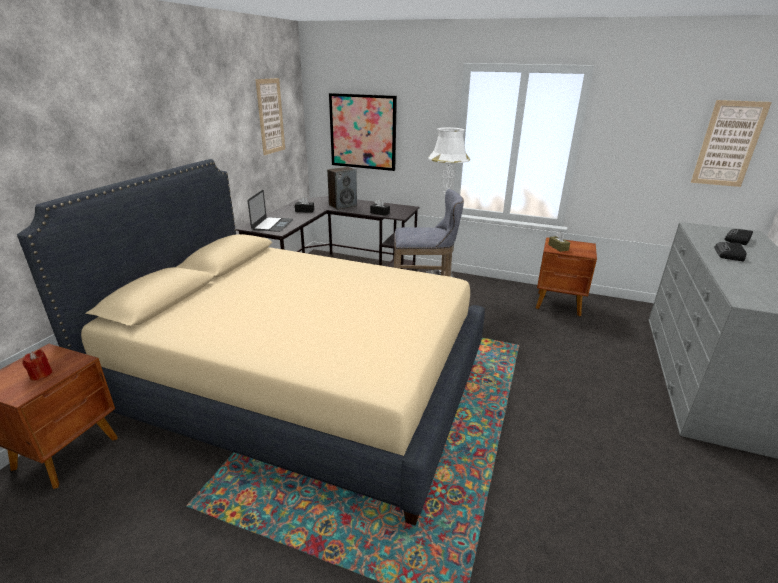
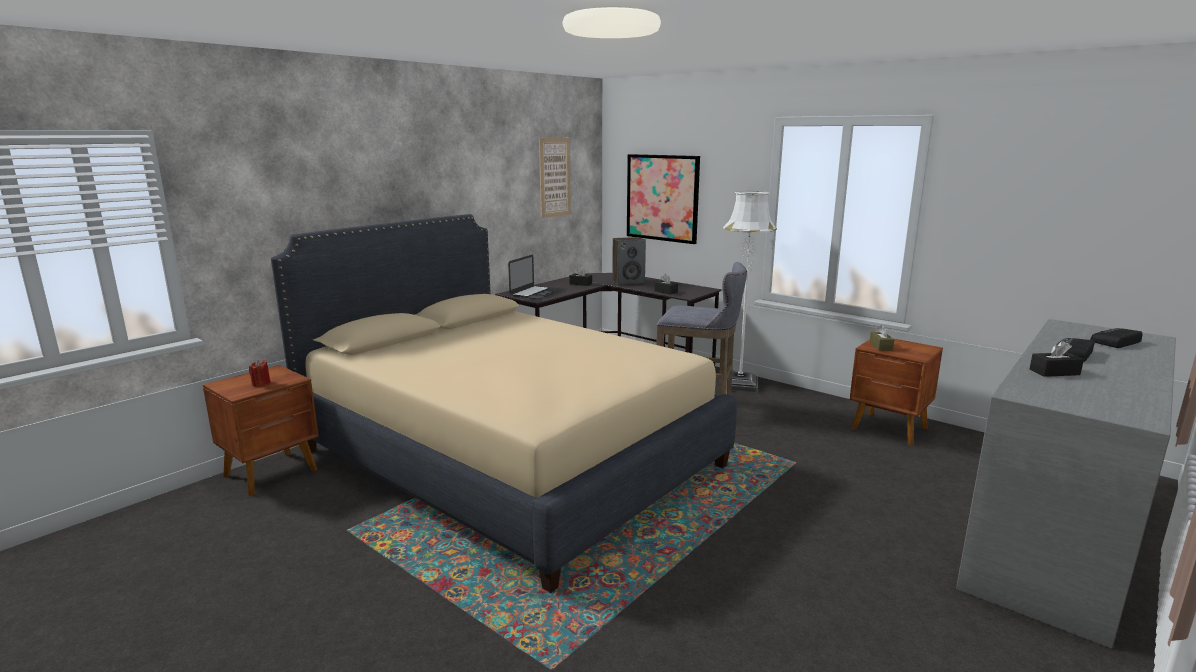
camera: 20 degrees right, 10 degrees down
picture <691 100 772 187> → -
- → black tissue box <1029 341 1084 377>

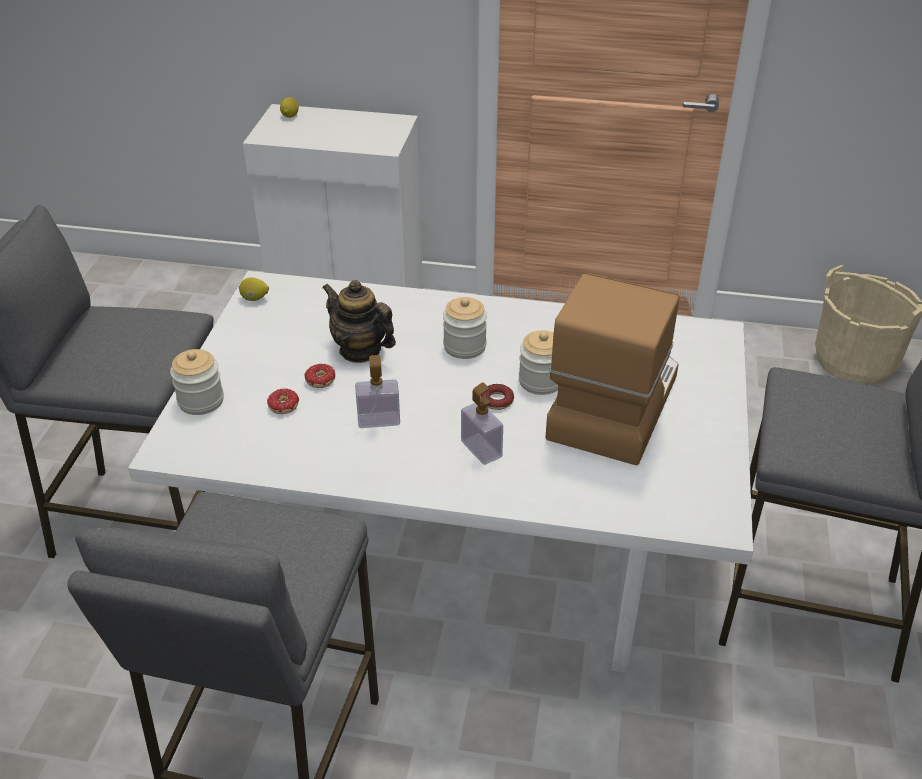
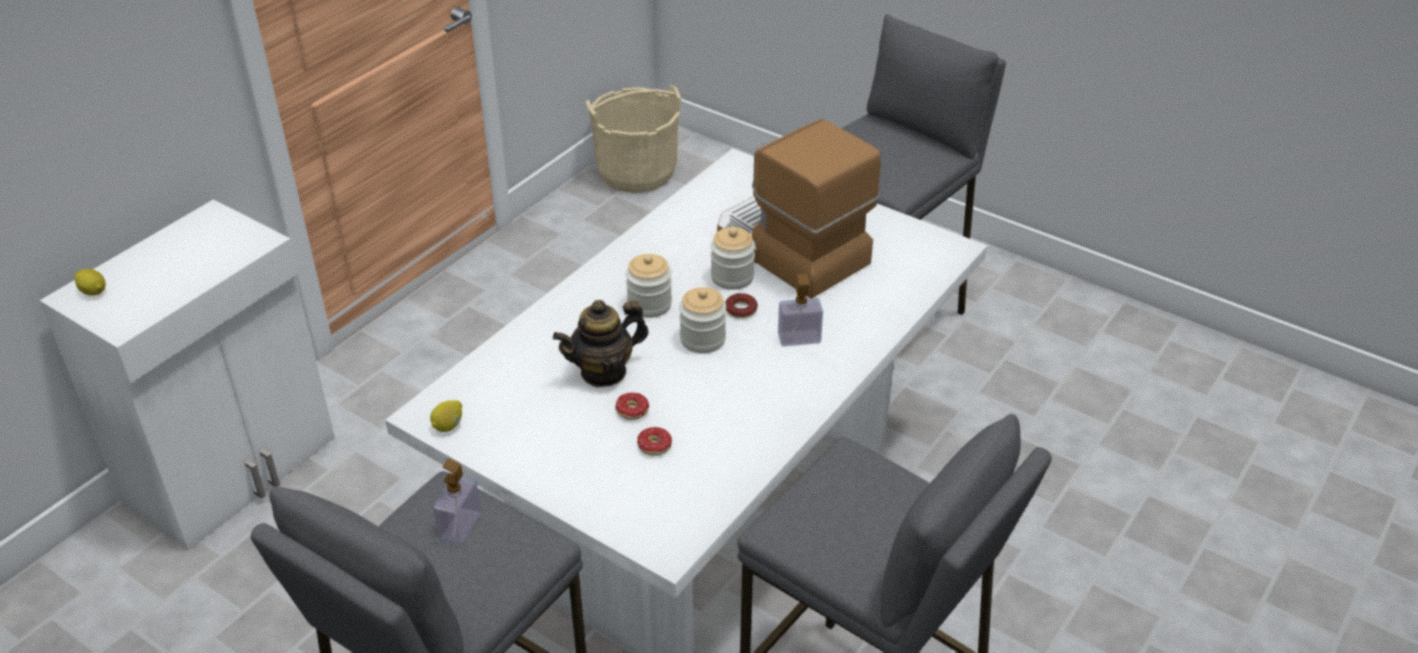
camera: 65 degrees left, 0 degrees up
jar <170 349 224 415> → jar <679 287 726 353>, relocated
soap dispenser <355 355 400 428> → soap dispenser <433 458 482 546>, relocated

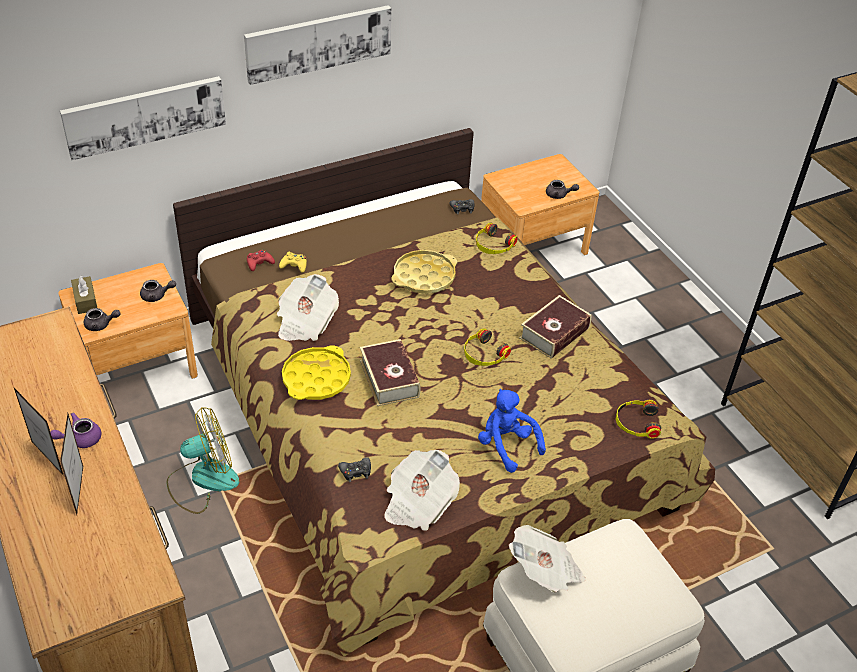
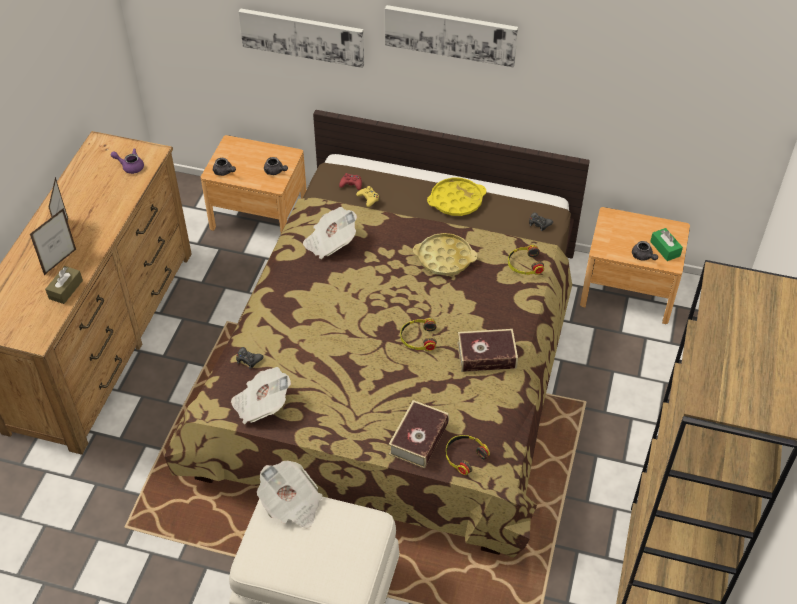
camera: 45 degrees right, 5 degrees up
purple teapot <50 412 102 448> → purple teapot <111 148 144 174>, relocated
brown tissue box <71 275 97 314> → brown tissue box <45 266 83 304>, relocated
fan <166 407 239 514> → -
yellow tray <282 345 351 400> → yellow tray <427 177 486 216>, relocated
book <360 339 421 406> → book <389 400 449 469>, relocated
blue plush toy <478 389 546 473> → -
- → green tissue box <650 228 683 261>

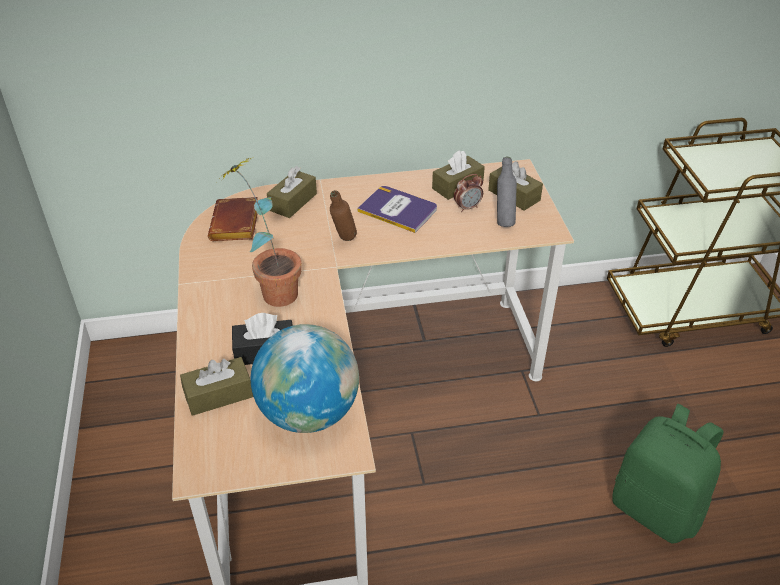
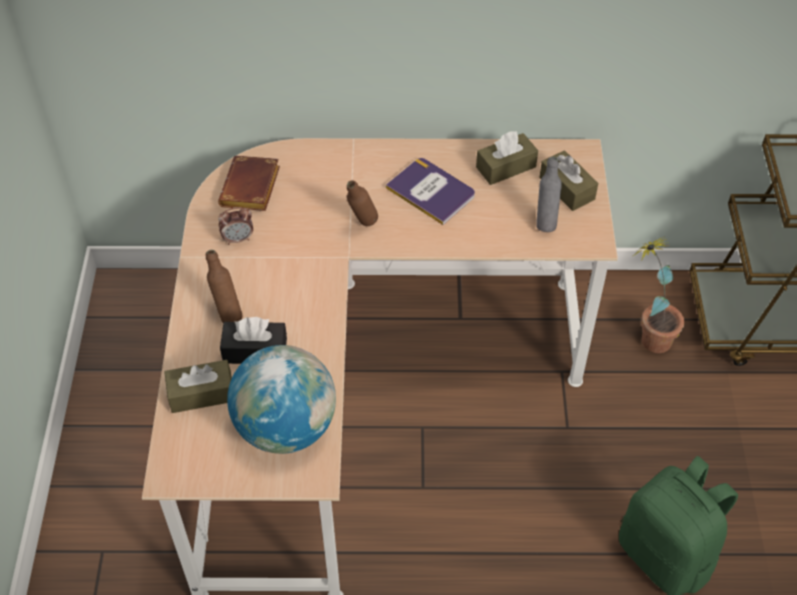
camera: 10 degrees right, 10 degrees up
potted plant <220 157 302 307> → potted plant <633 237 685 353>, relocated
brown tissue box <267 166 317 218> → -
alarm clock <454 174 483 212> → alarm clock <218 207 253 245>, relocated
- → brown bottle <206 250 242 323>

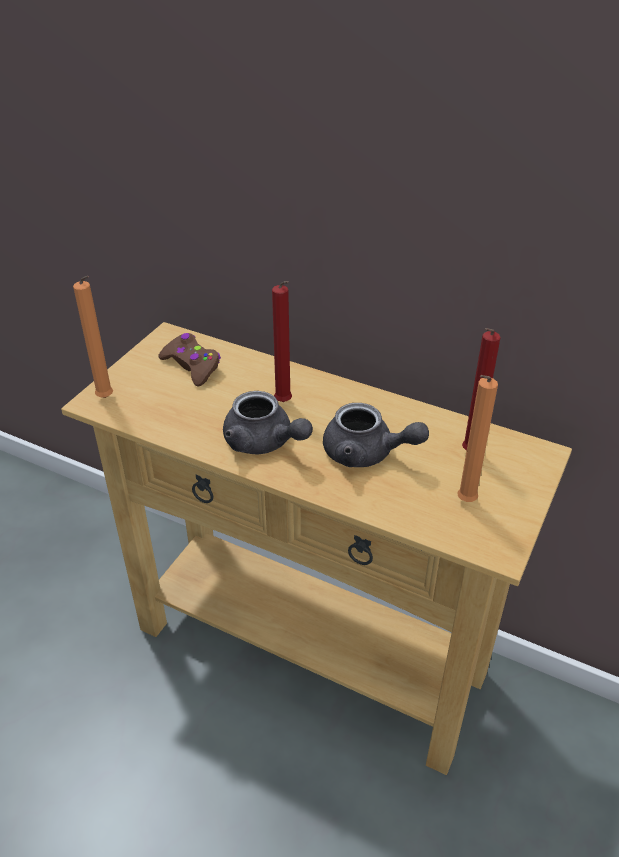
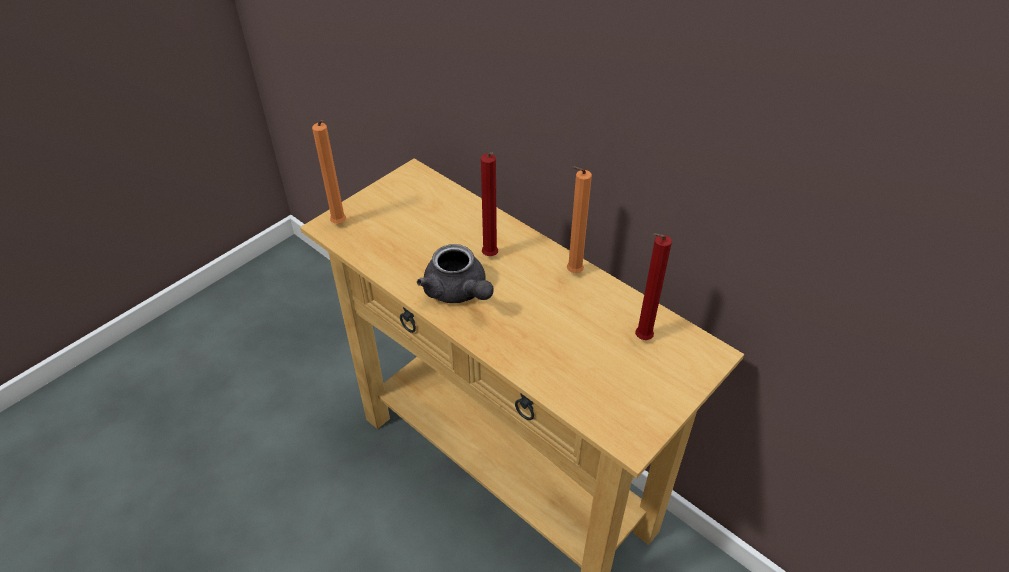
camera: 15 degrees right, 5 degrees up
brown game controller <158 333 221 386> → -
grey teapot <323 403 429 467> → -
orange candle <457 375 498 502> → orange candle <567 166 592 273>, relocated

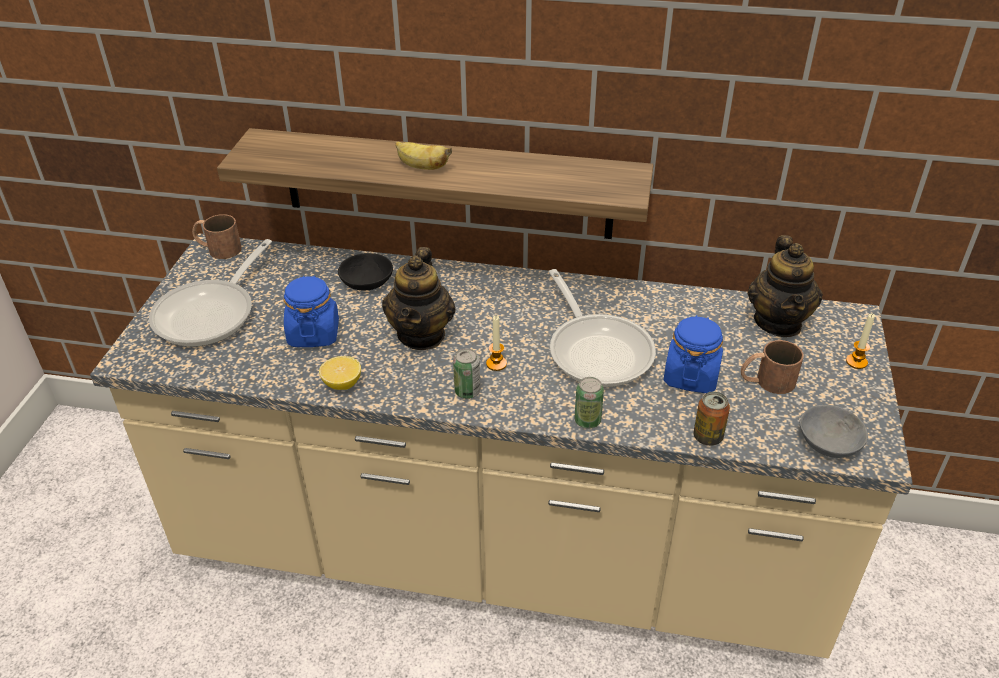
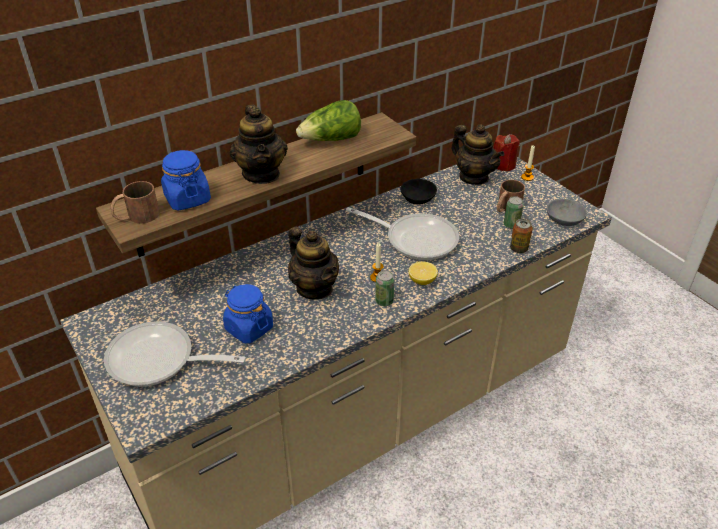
camera: 45 degrees left, 0 degrees up
frying pan <149 239 272 347> → frying pan <104 321 246 387>, 120 degrees clockwise
brown mug <192 214 242 259> → brown mug <110 181 159 224>, relocated
lemon <319 356 361 390> → lemon <409 261 438 285>, relocated
black bowl <338 253 393 290> → black bowl <400 179 437 204>, relocated
banana <395 141 452 170> → teapot <230 105 288 184>
can <575 377 604 429> → can <504 196 524 229>, relocated
blue jar <664 315 723 393> → blue jar <161 150 211 211>, relocated
- → lettuce <296 100 361 141>
- → red candle <494 134 520 172>

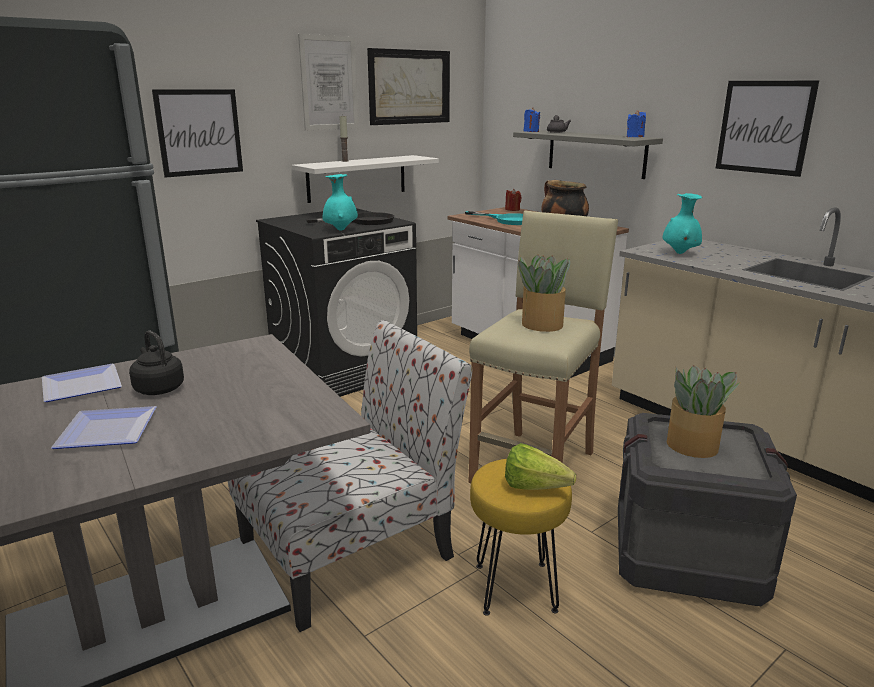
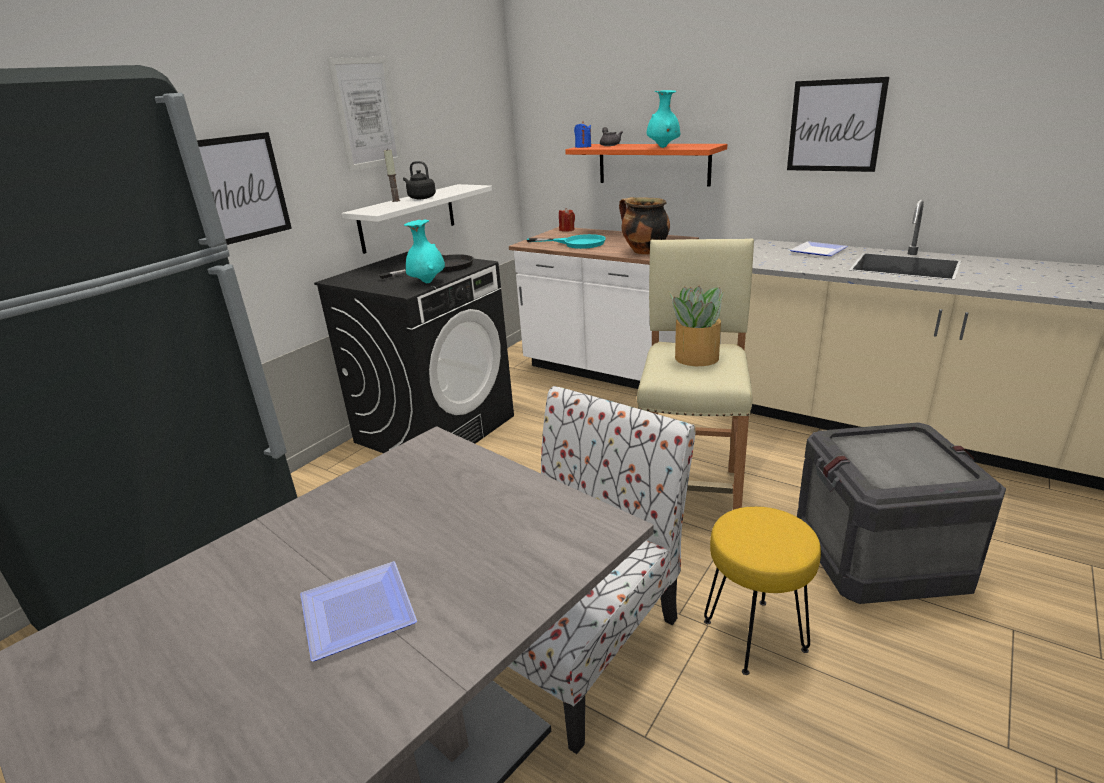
camera: 15 degrees left, 5 degrees up
plate <42 364 122 402> → plate <790 241 848 256>, relocated
black kettle <129 330 184 395> → black kettle <403 161 436 199>, relocated
picture <367 48 450 125> → -
lettuce <505 443 576 490> → -
grey shelf <513 130 663 179> → orange shelf <565 144 727 186>
blue candle <627 110 646 137> → -
turquoise vase <663 193 702 254> → turquoise vase <646 90 680 148>, relocated
potted plant <666 365 741 458> → -

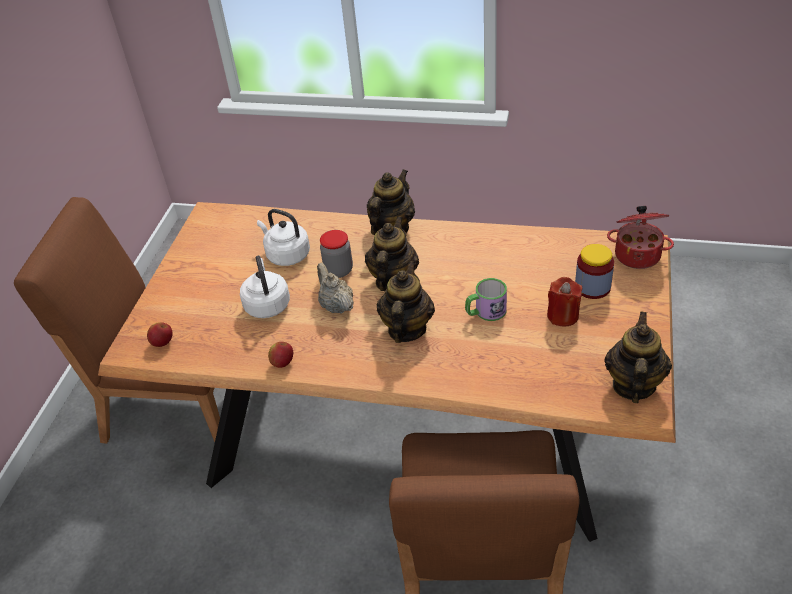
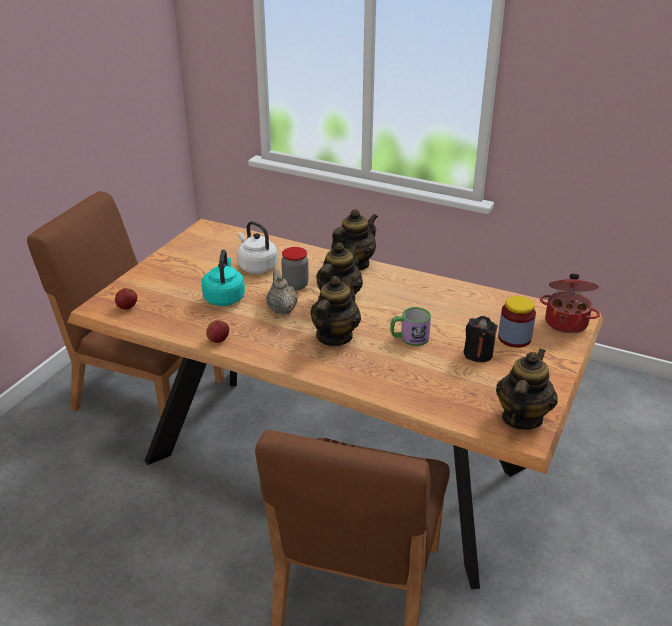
camera: 10 degrees right, 10 degrees down
white kettle <240 255 290 318> → turquoise kettle <202 250 245 306>
red candle <547 277 582 327> → black candle <464 316 498 362>

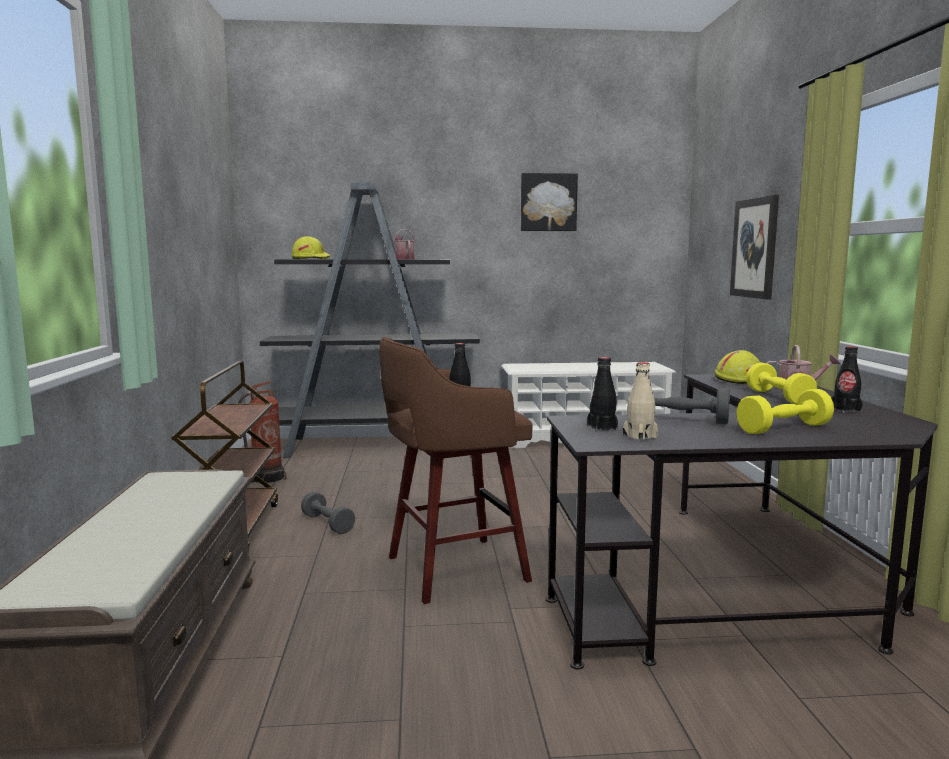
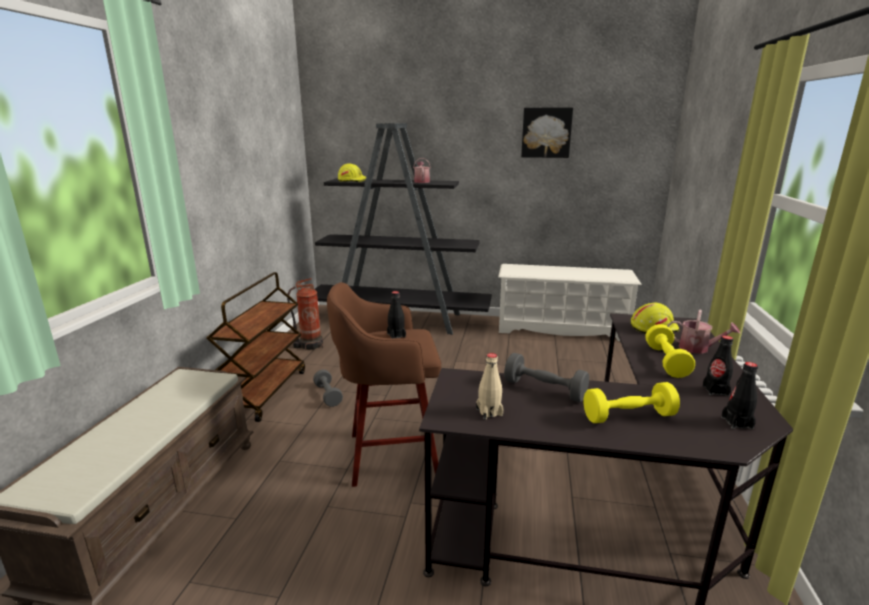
camera: 15 degrees right, 10 degrees up
black bottle <587 357 618 432> → black bottle <721 362 758 429>, relocated
picture <730 195 779 300> → -

